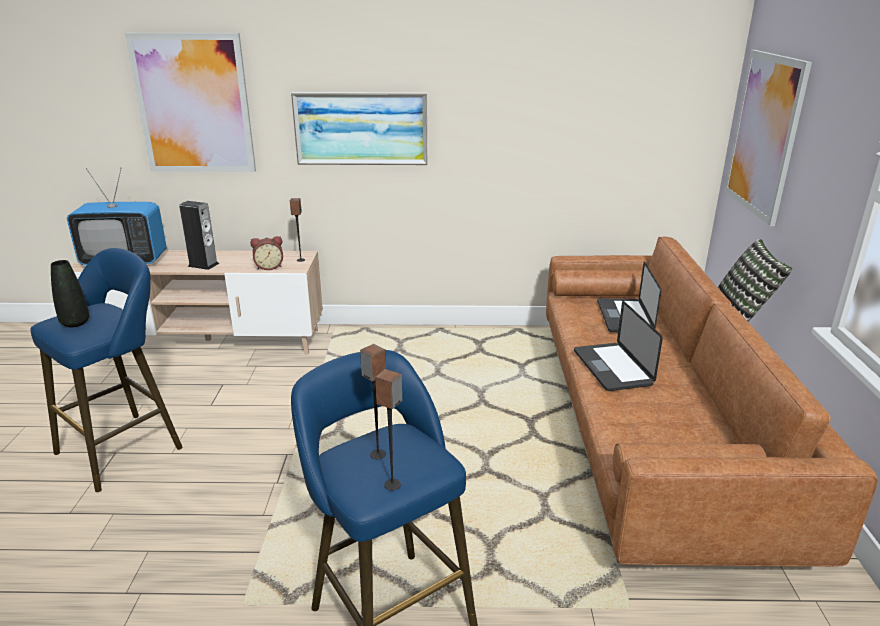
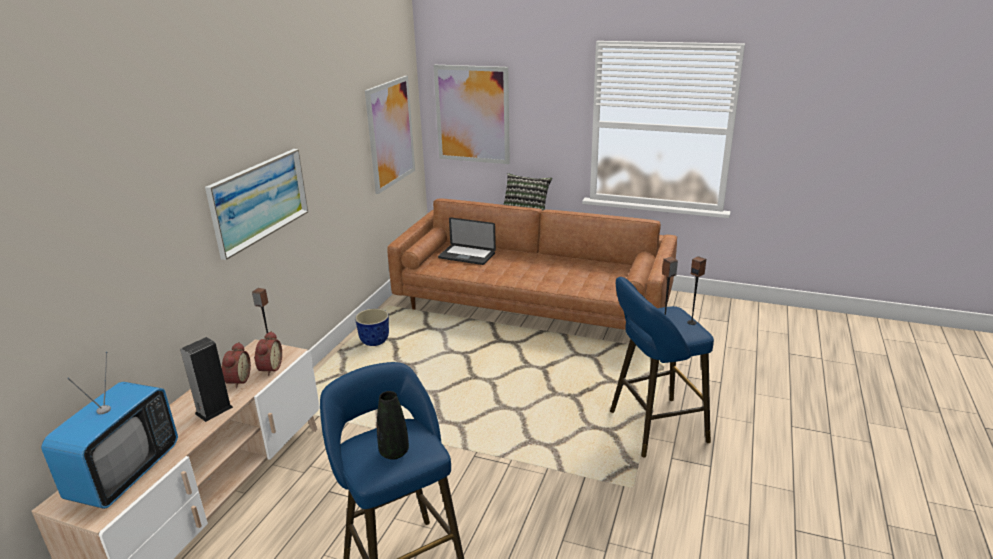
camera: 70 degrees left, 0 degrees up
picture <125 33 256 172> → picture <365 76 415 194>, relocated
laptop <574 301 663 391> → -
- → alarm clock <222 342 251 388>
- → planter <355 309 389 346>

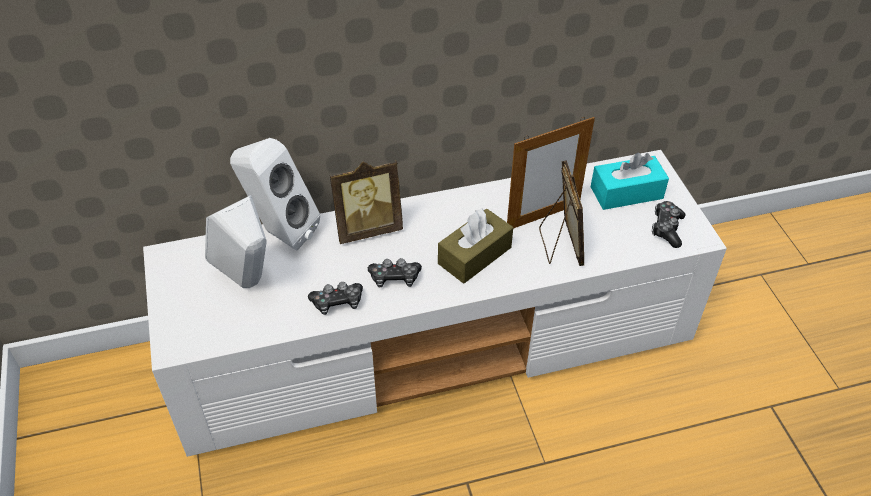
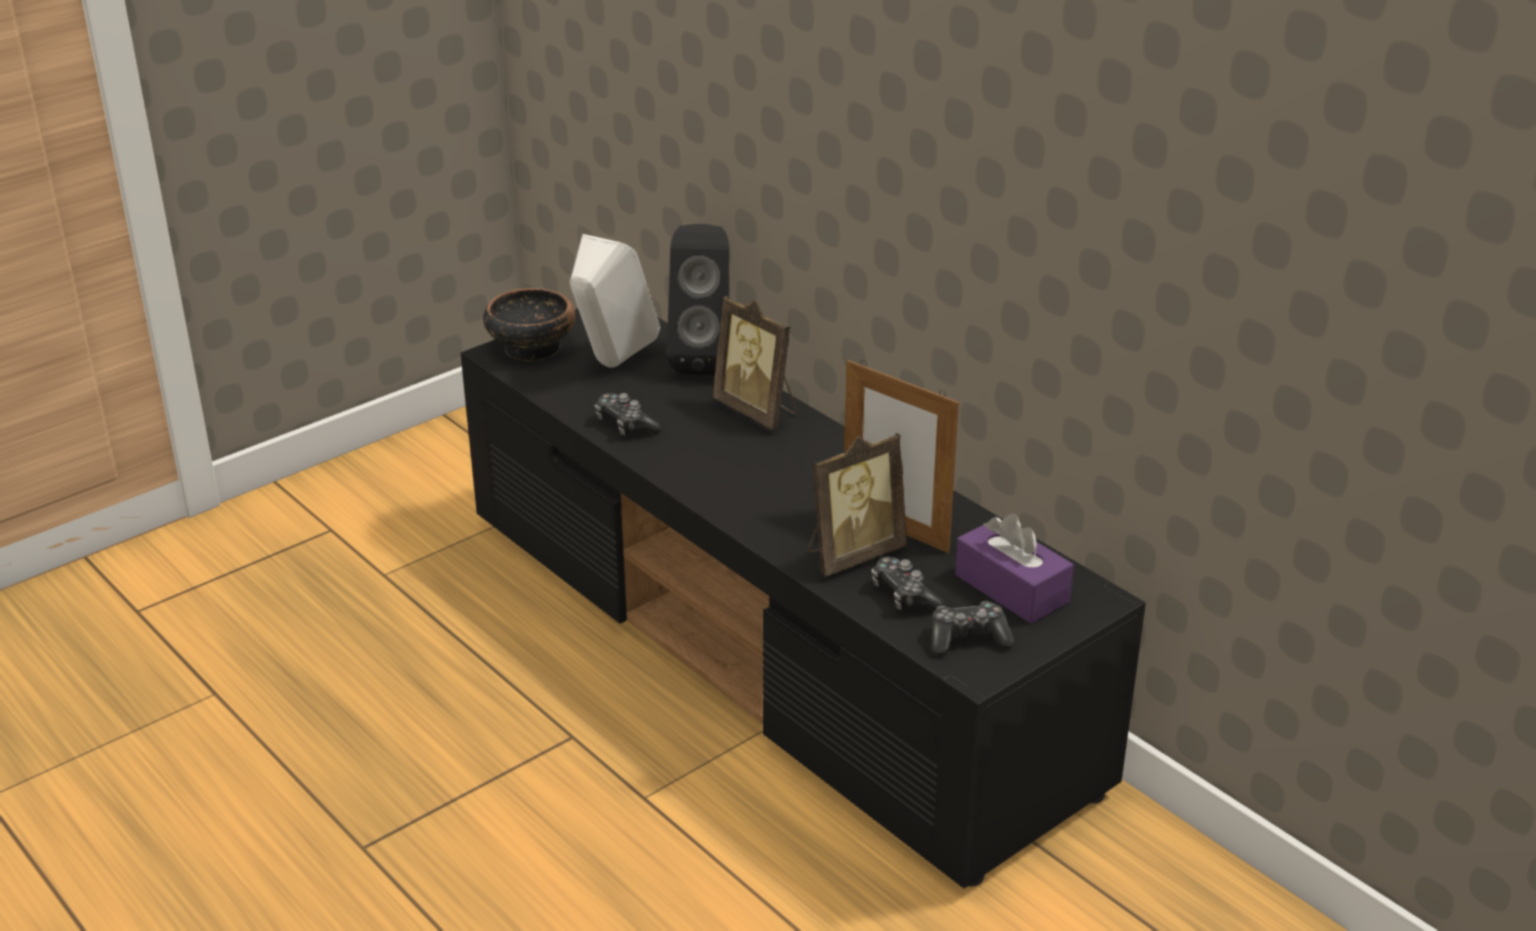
camera: 65 degrees right, 15 degrees down
white tv stand <143 150 727 457> → black tv stand <461 308 1146 889>
white speaker <230 138 320 250> → black speaker <667 224 729 375>
game controller <368 258 422 287> → game controller <871 557 945 611>, relocated
brown tissue box <438 209 513 284> → -
turquoise tissue box <591 152 669 210> → purple tissue box <955 513 1074 623>
- → bowl <483 288 575 361>

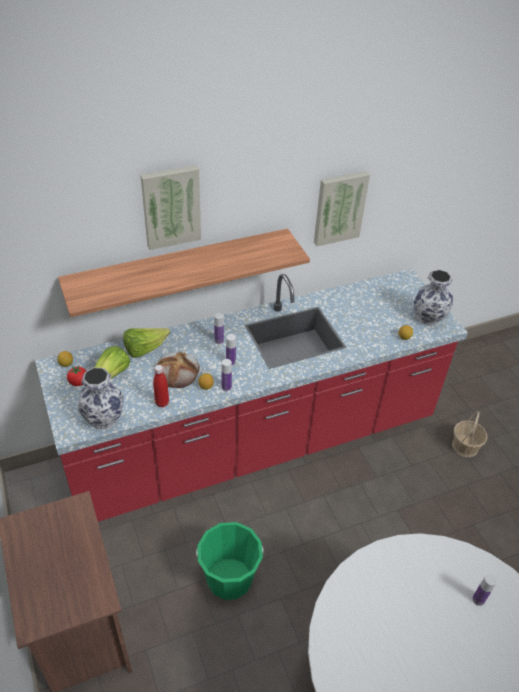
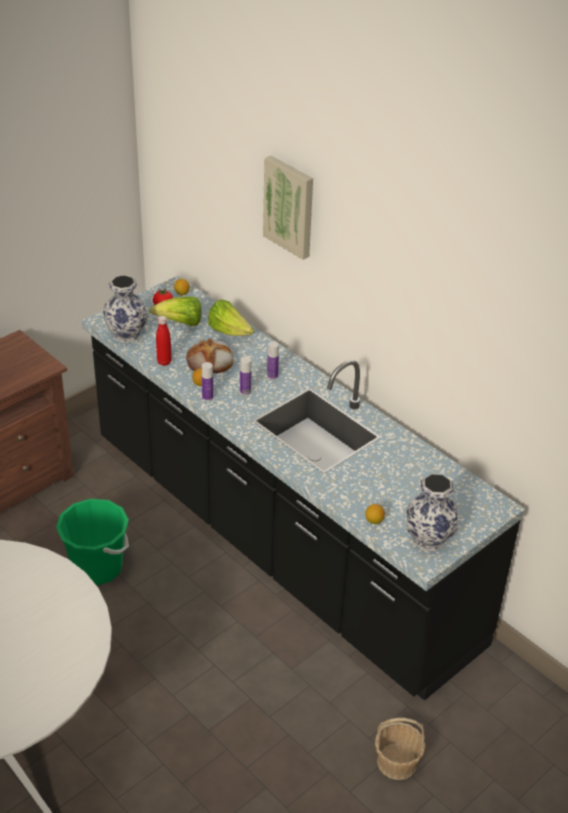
camera: 70 degrees right, 5 degrees down
red counter <35 268 468 522> → black counter <82 276 525 701>
shelf <58 228 310 317> → -
picture <314 171 370 246> → -
bottle <472 574 497 606> → -

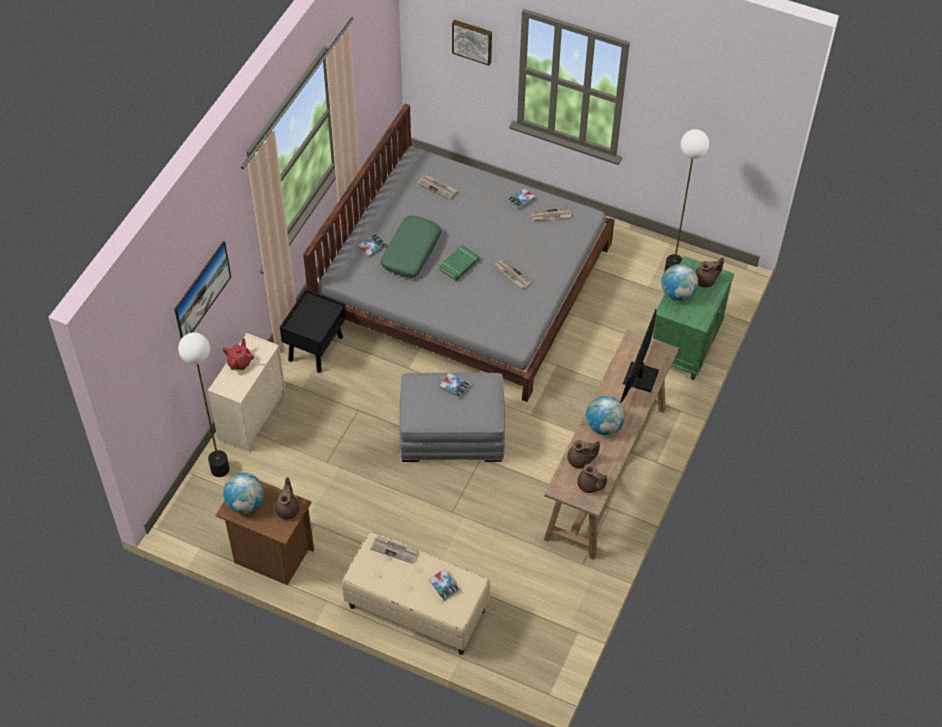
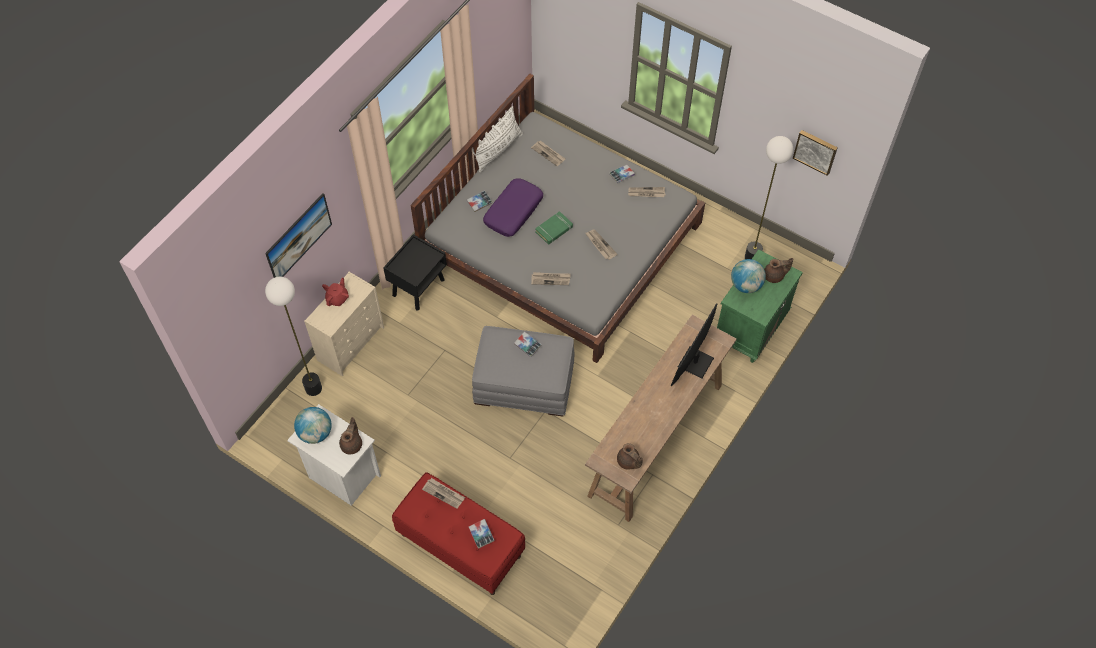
camera: 10 degrees right, 5 degrees up
brown nightstand <216 481 314 585> → white nightstand <287 404 381 506>
beige bench <342 531 490 655> → red bench <392 472 525 595>
green pillow <381 216 441 278> → purple pillow <483 179 543 237>
picture <452 20 492 66> → picture <793 130 838 176>, relocated
brown teapot <567 440 600 468> → -
globe <586 396 625 435> → -
- → white pillow <472 106 523 173>
- → newspaper <531 272 571 285>

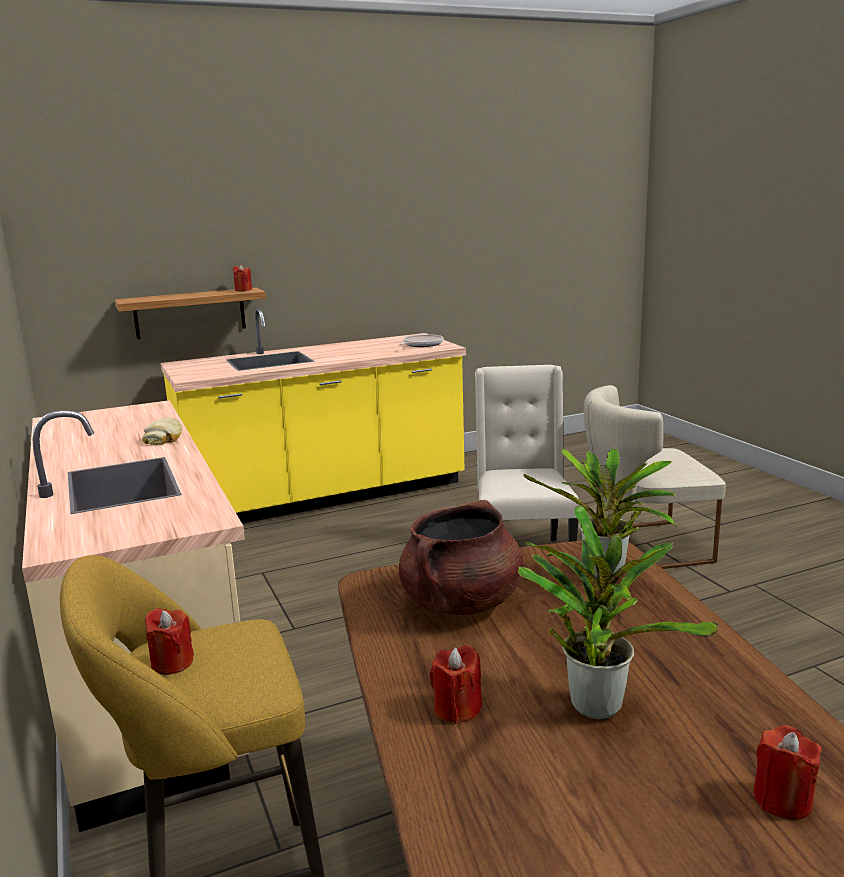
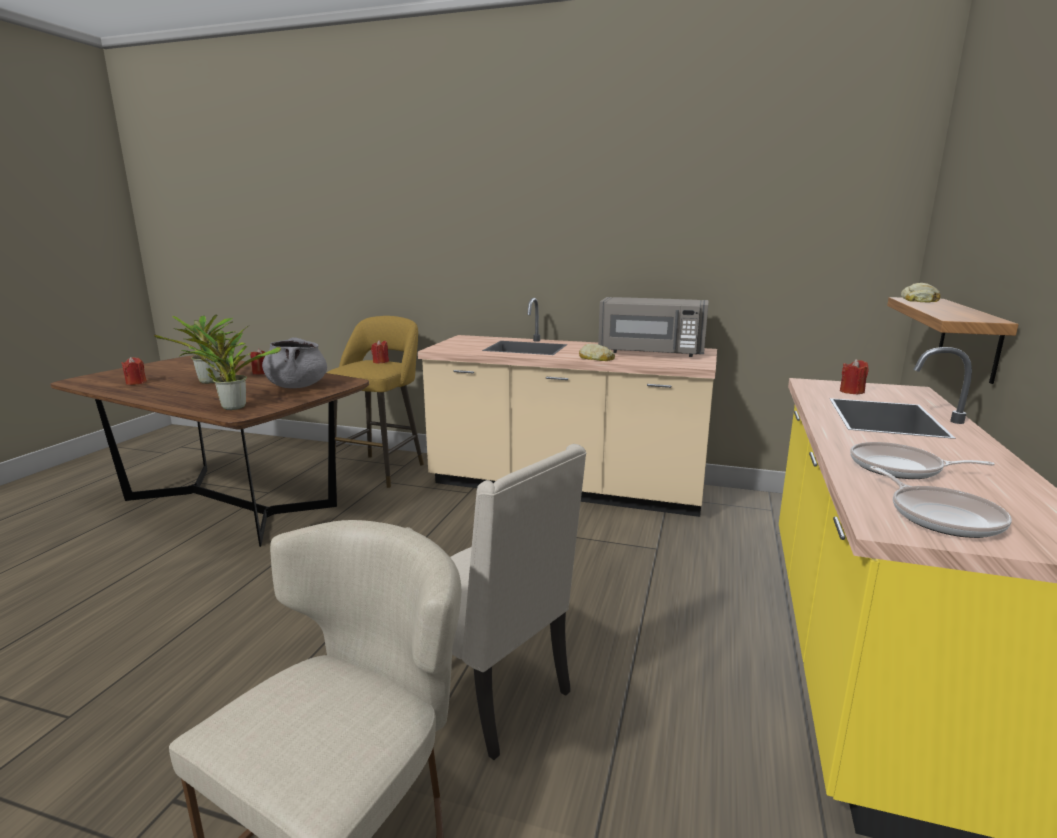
camera: 130 degrees right, 0 degrees up
red candle <233 265 252 291> → red candle <840 359 869 395>, relocated
brown cooking pot <399 500 523 615> → grey cooking pot <262 337 327 388>
- → grey microwave <598 297 709 357>
- → frying pan <850 442 995 479>
- → bread <901 283 940 303>

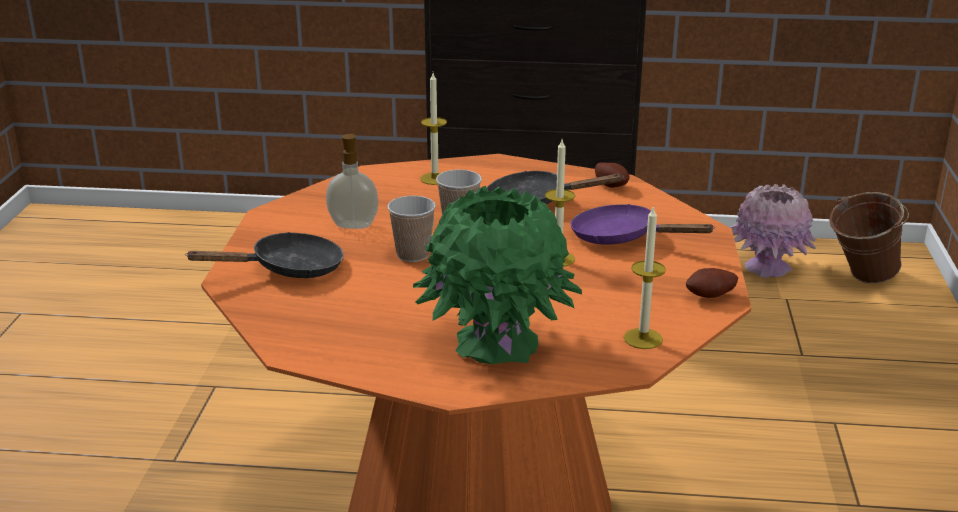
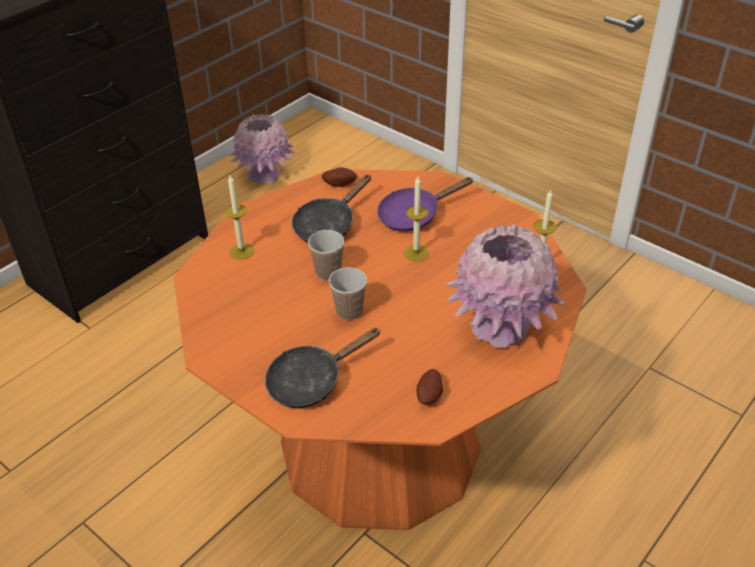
camera: 55 degrees left, 15 degrees up
black frying pan <185 232 344 278> → black frying pan <265 328 381 408>, 135 degrees counterclockwise
soap dispenser <326 134 379 229> → -
green vase <413 186 582 364> → pink vase <446 224 565 348>
potato <686 268 738 298> → potato <417 369 443 405>, relocated
brown bucket <829 192 909 283> → -

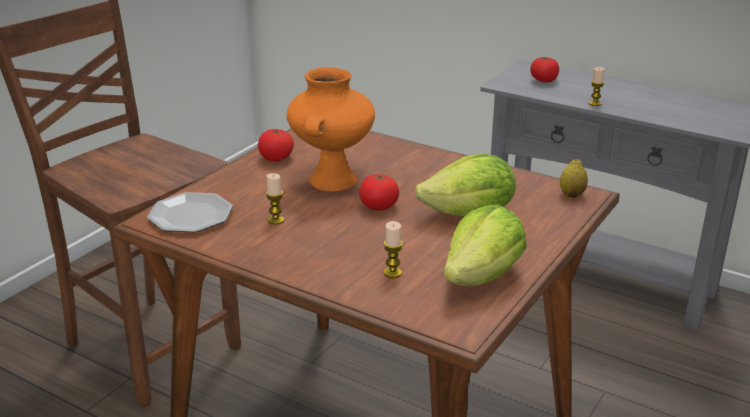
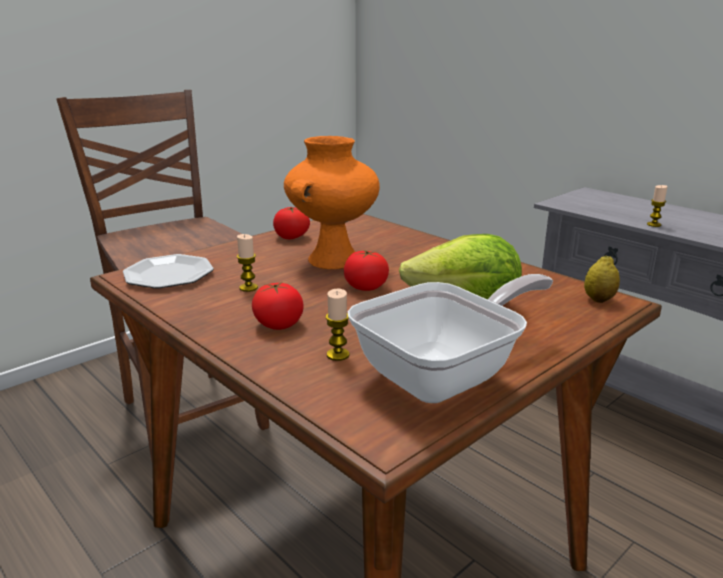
camera: 15 degrees right, 5 degrees down
lettuce <444 205 527 286> → frying pan <348 274 553 403>
tomato <530 57 559 83> → tomato <252 282 304 330>, relocated

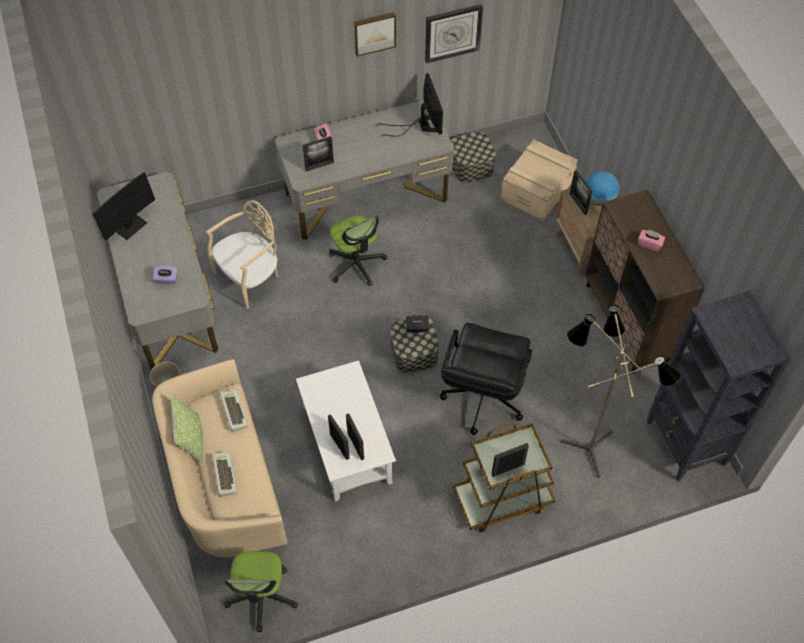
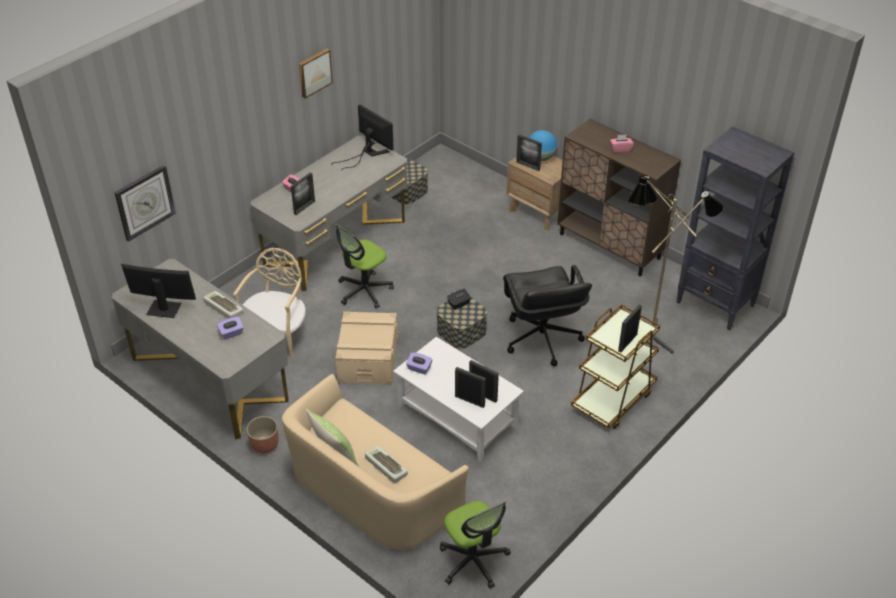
camera: 30 degrees left, 15 degrees down
monitor <93 172 155 241> → monitor <121 264 196 318>, 90 degrees counterclockwise
keyboard <220 389 248 432> → keyboard <203 291 243 318>, relocated
office chair <329 215 387 286> → office chair <335 224 394 308>, 105 degrees clockwise
wall clock <425 4 483 63> → wall clock <114 165 176 242>, relocated
beige storage box <500 139 578 221> → beige storage box <335 311 398 385>, relocated
- → purple tissue box <406 352 432 374>

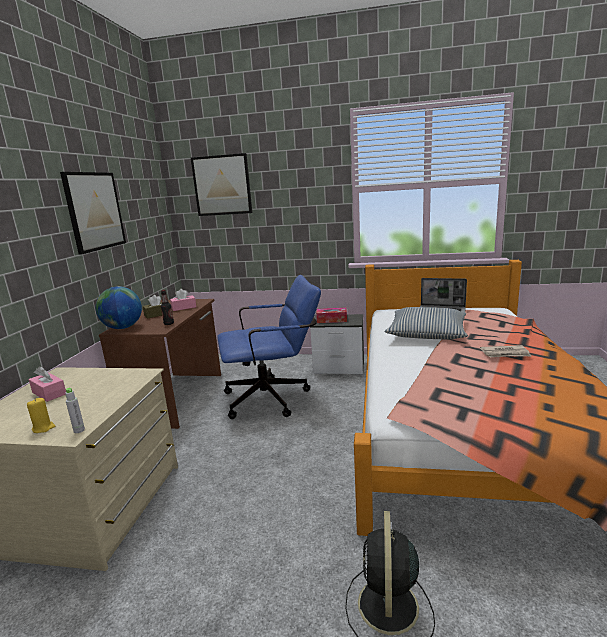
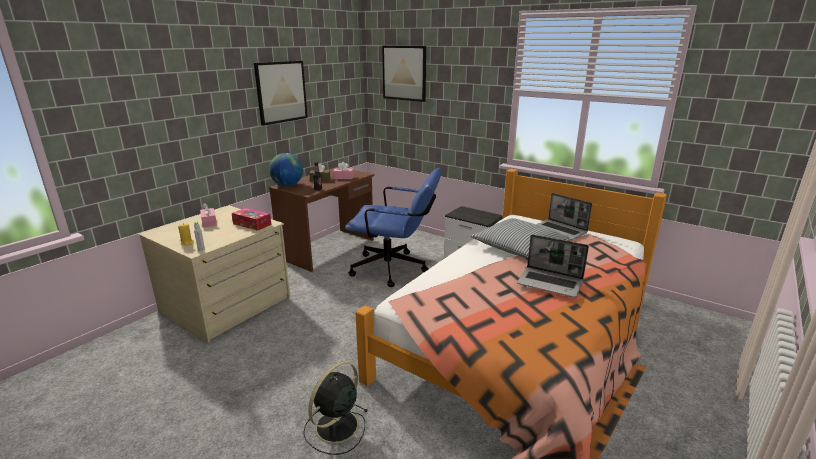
camera: 25 degrees right, 5 degrees up
tissue box <316 308 347 323> → tissue box <232 208 271 231>, relocated
newspaper <480 345 531 357> → laptop <517 234 589 297>

